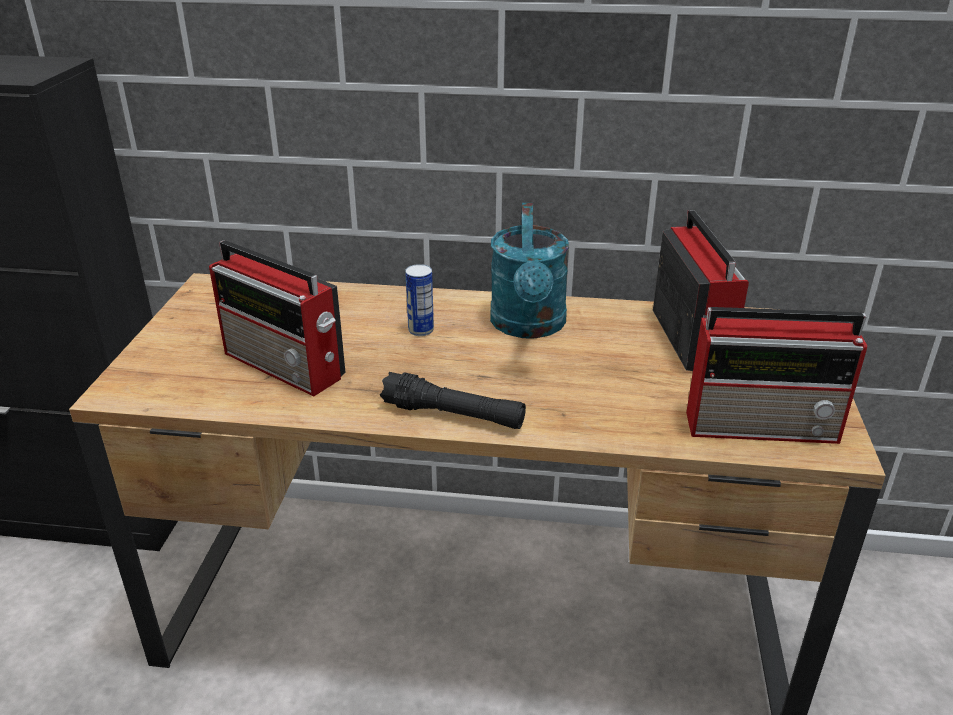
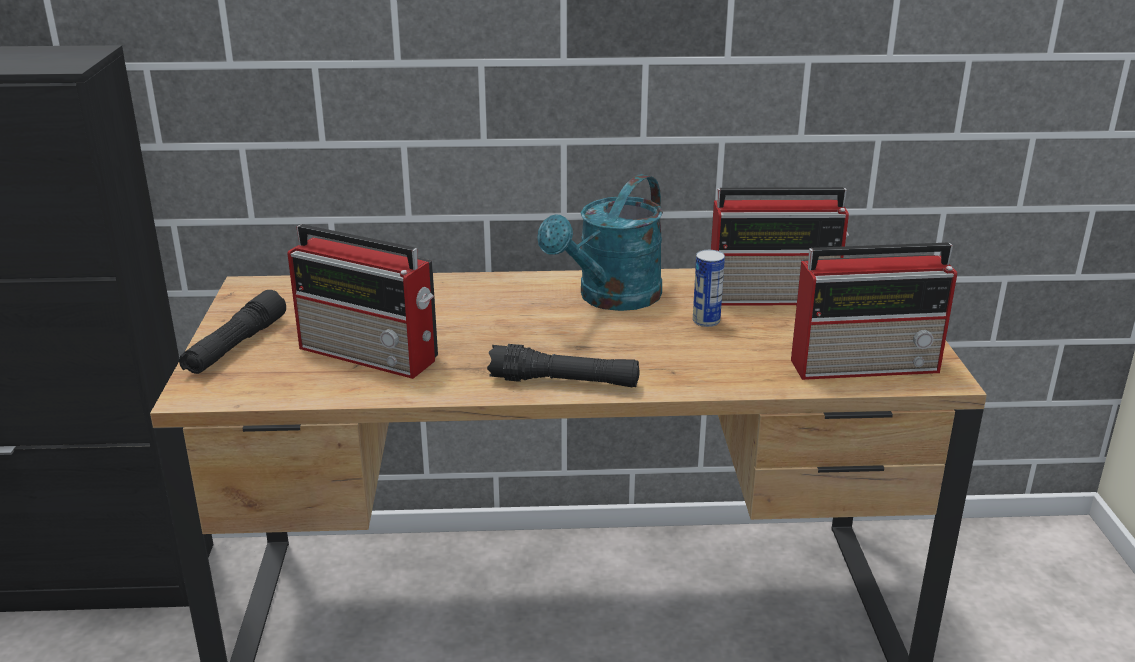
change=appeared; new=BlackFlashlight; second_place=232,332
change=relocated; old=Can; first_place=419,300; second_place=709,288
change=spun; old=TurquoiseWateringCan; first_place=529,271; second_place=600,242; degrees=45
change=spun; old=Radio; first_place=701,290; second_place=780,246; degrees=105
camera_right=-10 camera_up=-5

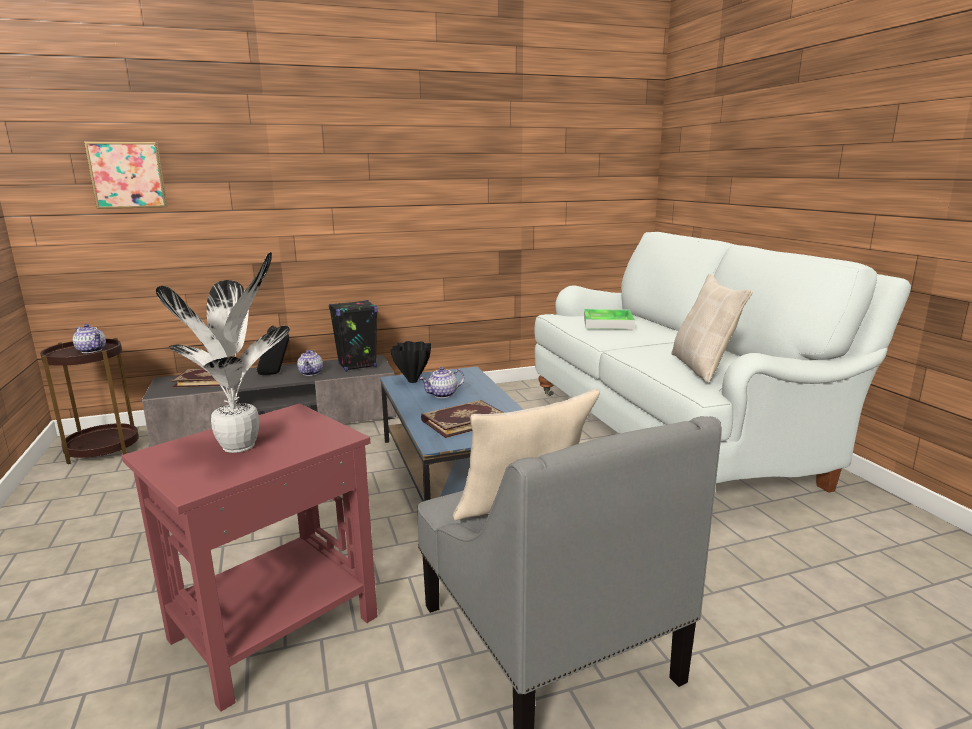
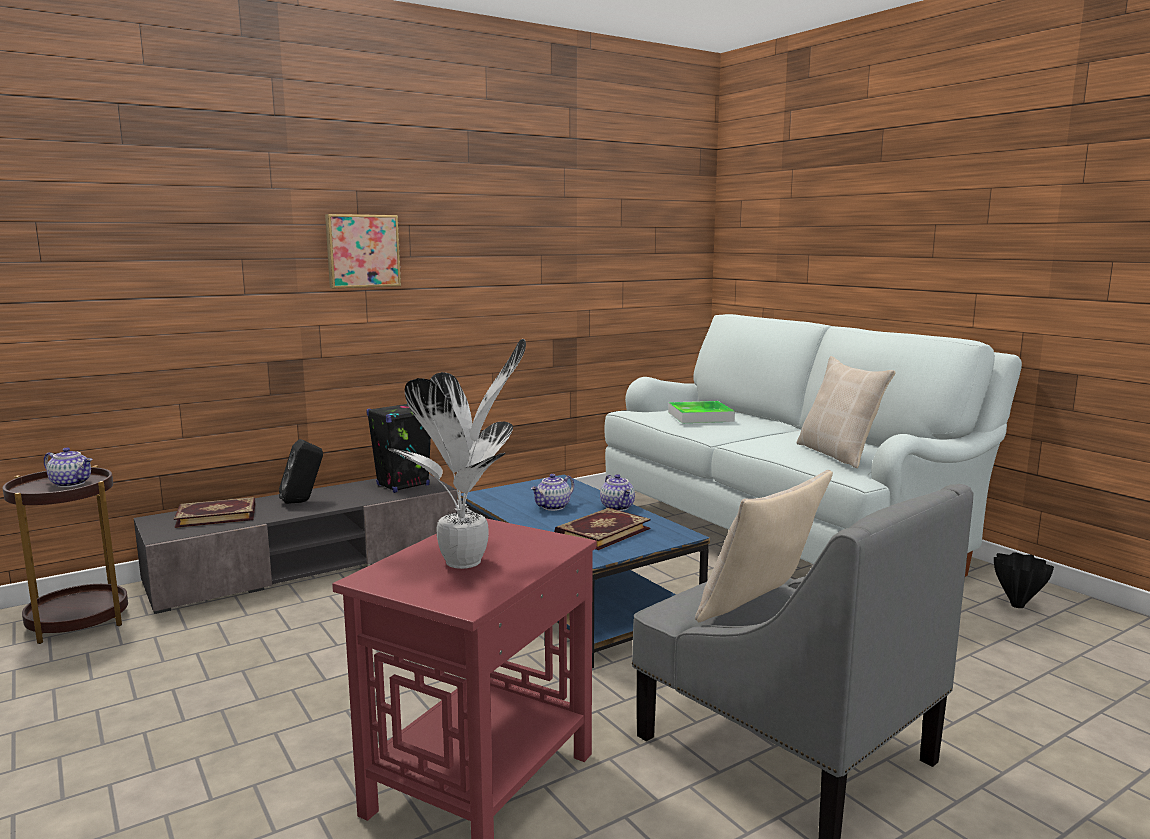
change=relocated; old=Picture; first_place=126,175; second_place=363,251
change=relocated; old=Teapot; first_place=310,363; second_place=617,492
change=relocated; old=BlackVase; first_place=411,362; second_place=1024,580
camera_right=-15 camera_up=-5

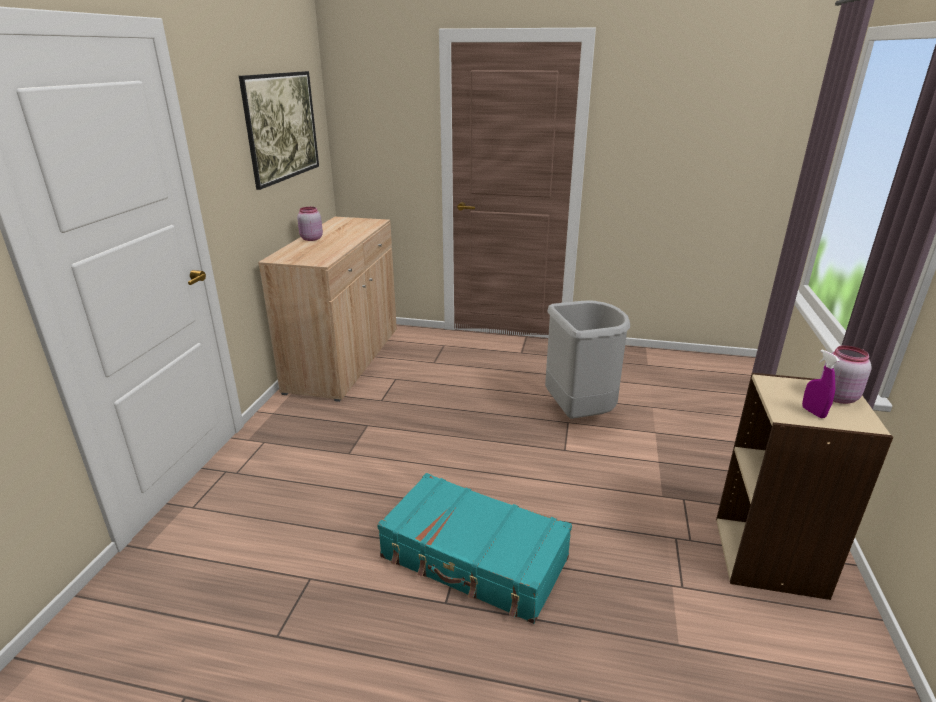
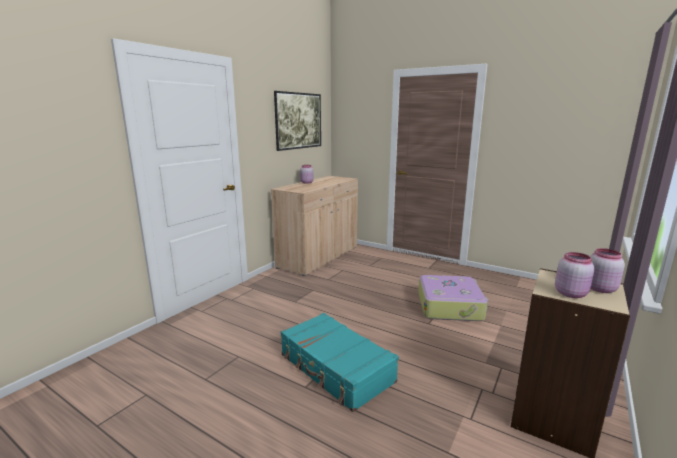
change=exchanged; old=GreyTrashCan; new=Suitcase; first_place=587,360; second_place=453,298
change=exchanged; old=PurpleSprayBottle; new=PinkJar; first_place=821,384; second_place=574,275
camera_right=20 camera_up=-10

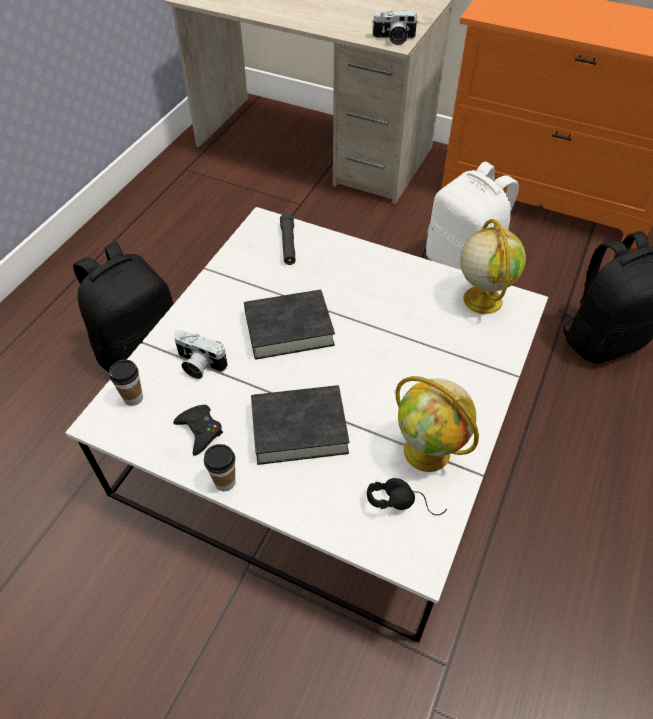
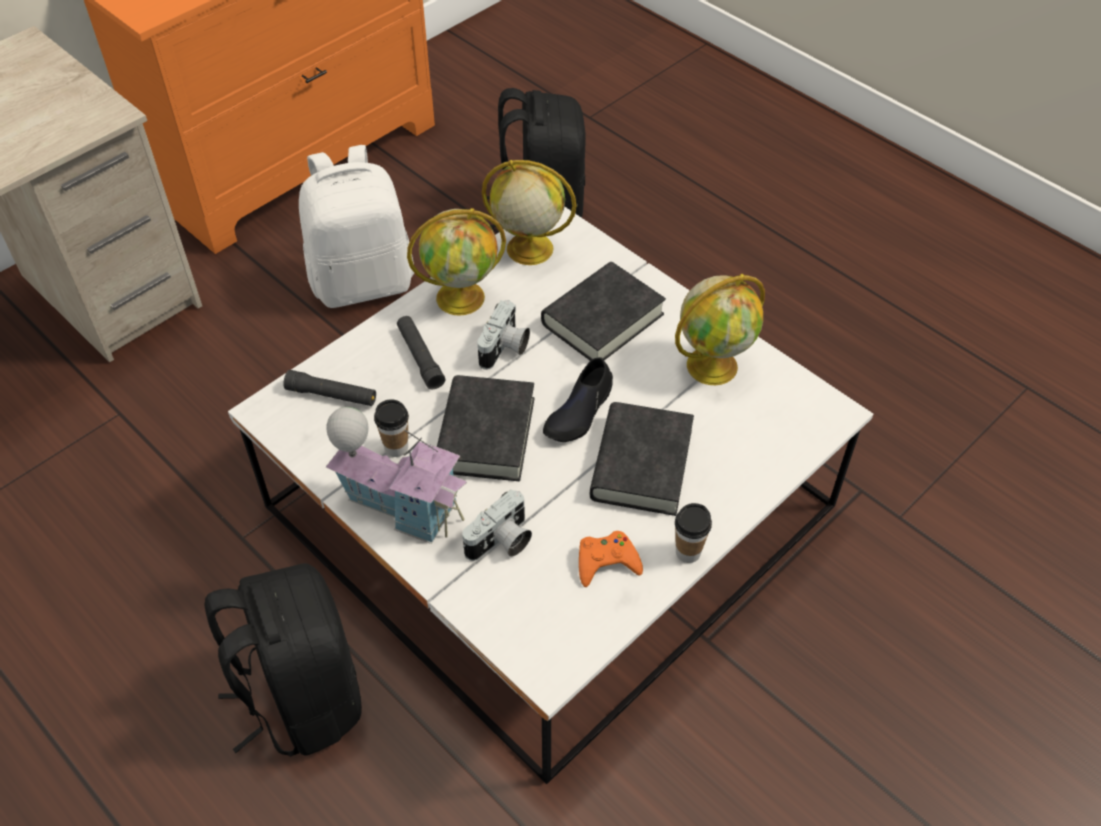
change=missing; old=BlackHeadphones; first_place=407,496
change=appeared; new=ToyHouse; second_place=396,475
change=appeared; new=BlackFlashlight; second_place=421,352
change=appeared; new=Globe; second_place=456,262
change=appeared; new=BlackBook; second_place=603,311
change=appeared; new=BlackShoe; second_place=578,399
change=relocated; old=Cup; first_place=126,383; second_place=391,428
change=relocated; old=PhotoCamera; first_place=395,27; second_place=503,335
change=colour; old=BlackGameController; new=OrangeGameController; first_place=198,430; second_place=611,559
camera_right=-70 camera_up=0

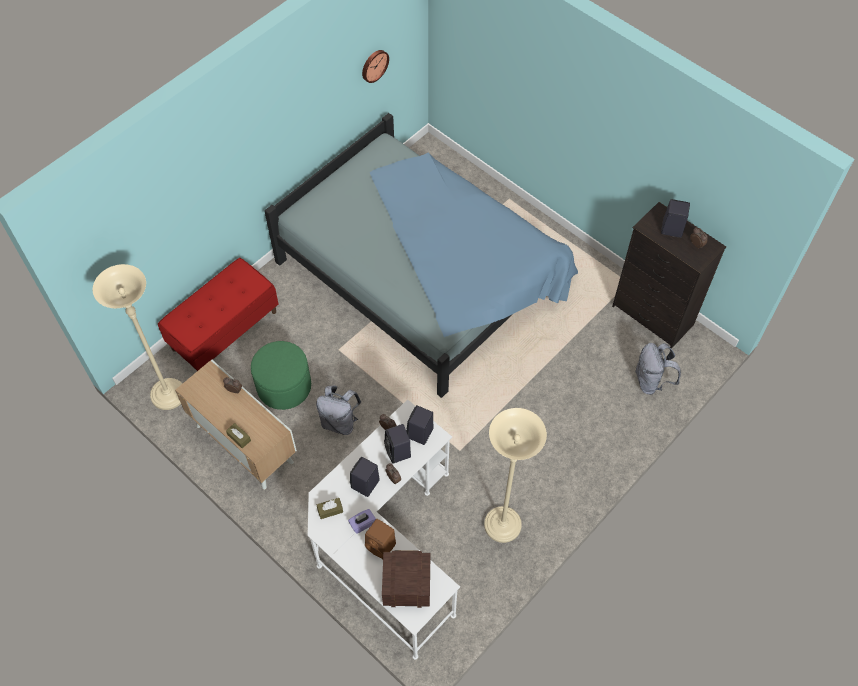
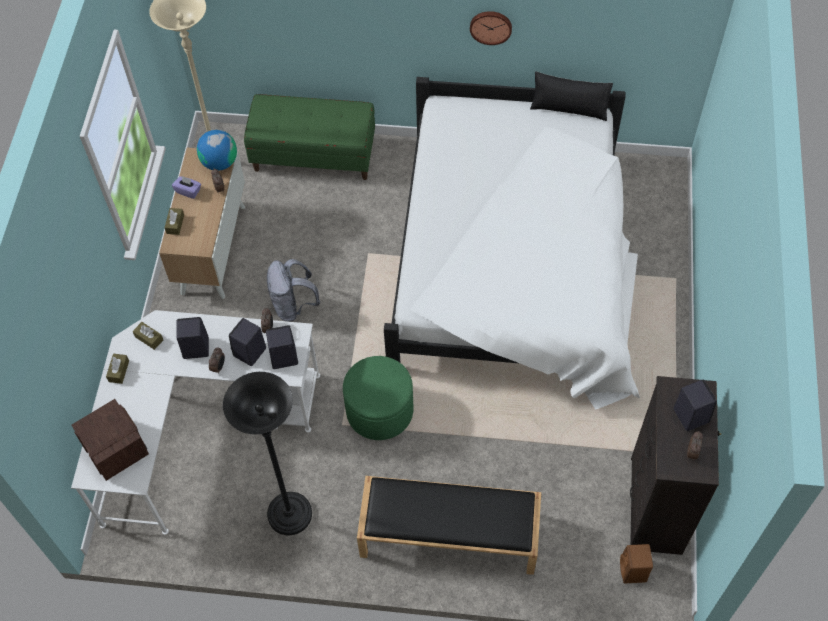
change=missing; old=GreyBackpack; first_place=658,369
change=appeared; new=BrownTissueBox; second_place=117,369
change=appeared; new=Globe; second_place=217,150
change=appeared; new=BlackBench; second_place=449,525
change=appeared; new=BlackPillow; second_place=571,96
change=relocated; old=GreenOttoman; first_place=281,375; second_place=378,398
change=relocated; old=PurpleTissueBox; first_place=362,521; second_place=186,187
change=relocated; old=WallClock; first_place=375,66; second_place=491,28
change=relocated; old=BrownSpeaker; first_place=380,539; second_place=636,563
change=colour; old=RedBench; new=GreenBench; first_place=218,314; second_place=309,137
change=colour; old=BlueBed; new=WhiteBed; first_place=421,255; second_place=512,243
change=colour; old=BeigeFloorLamp; new=BlackFloorLamp; first_place=515,475; second_place=267,453
camera_right=55 camera_up=0

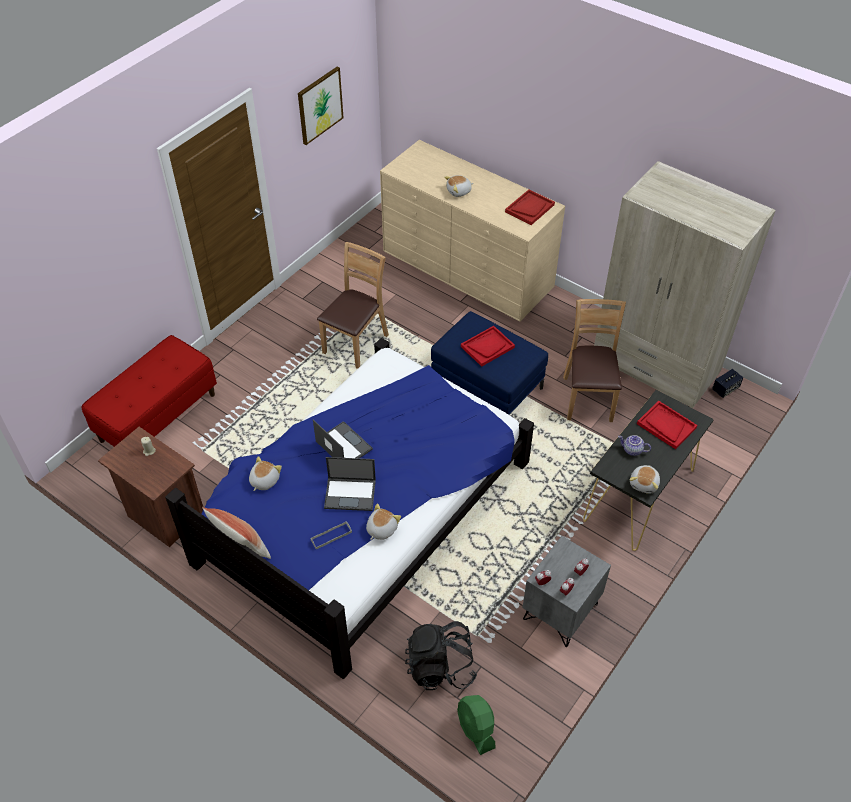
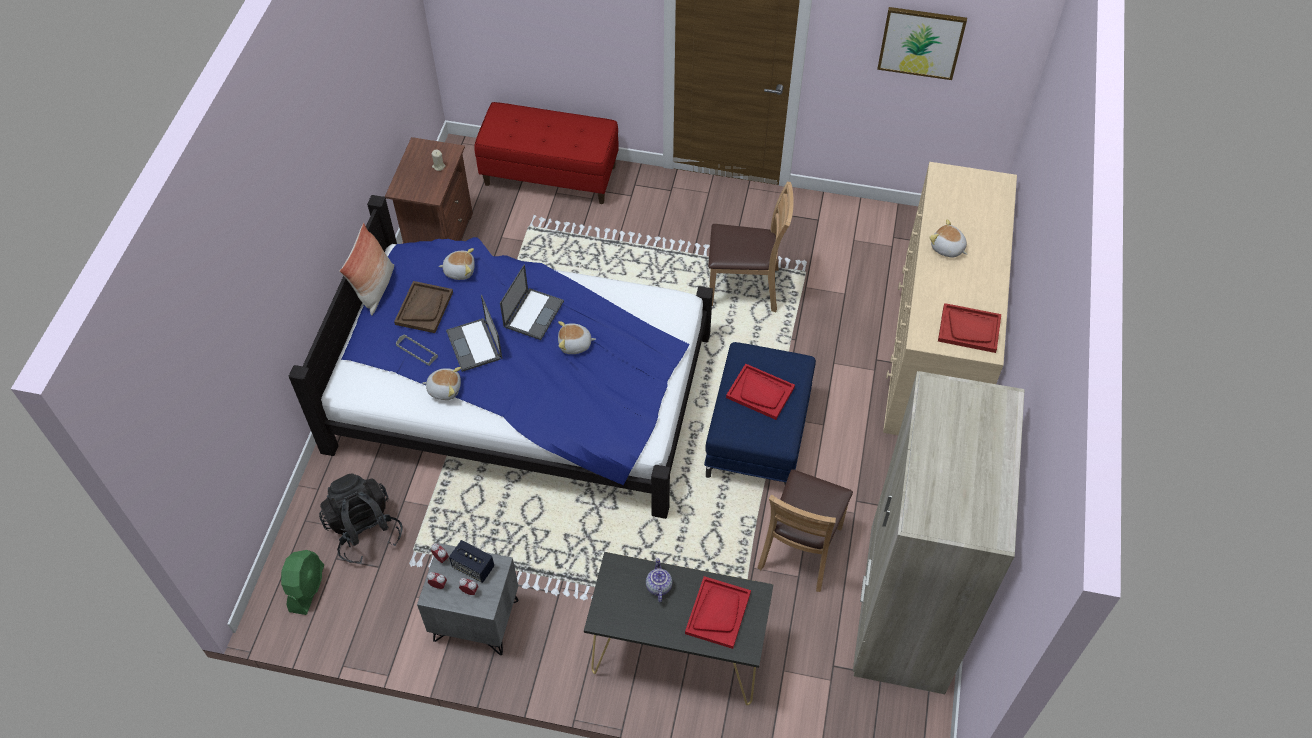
change=appeared; new=BrownTray; second_place=423,307
change=relocated; old=PlushToy; first_place=644,479; second_place=577,337
change=relocated; old=Speaker; first_place=727,383; second_place=471,561
change=spun; old=GreenFan; first_place=476,725; second_place=302,582; degrees=150
change=spun; old=BrownChair; first_place=594,360; second_place=805,530; degrees=135
camera_right=65 camera_up=5

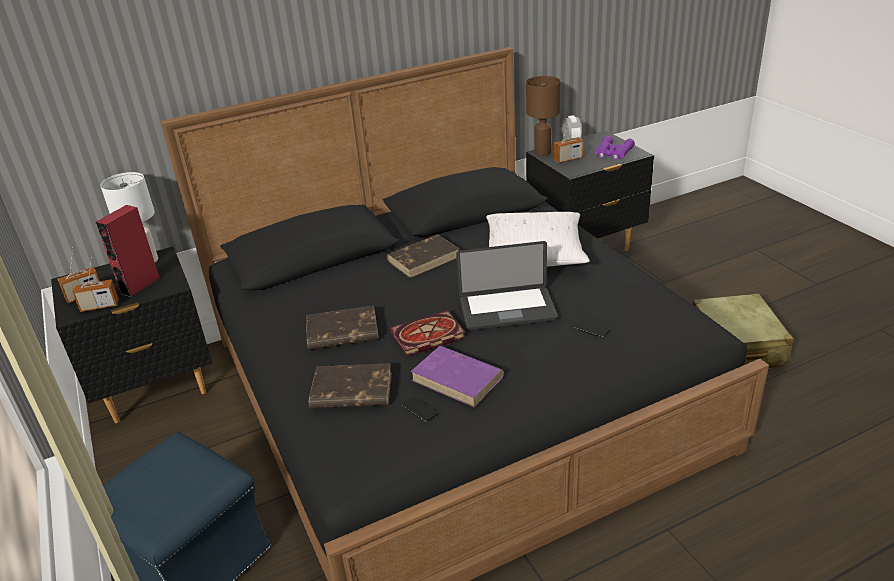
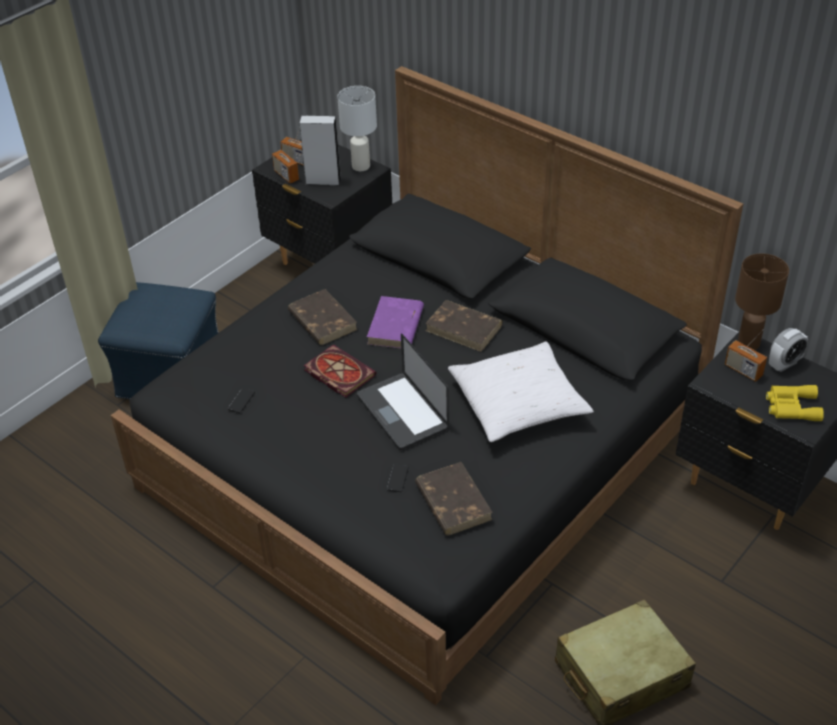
change=relocated; old=BrownBook; first_place=350,385; second_place=454,499
change=relocated; old=PurpleBook; first_place=457,376; second_place=395,322
change=colour; old=RedSpeaker; new=GreySpeaker; first_place=128,251; second_place=320,151
change=colour; old=PurpleBinoculars; new=YellowBinoculars; first_place=615,148; second_place=795,403
camera_right=65 camera_up=10

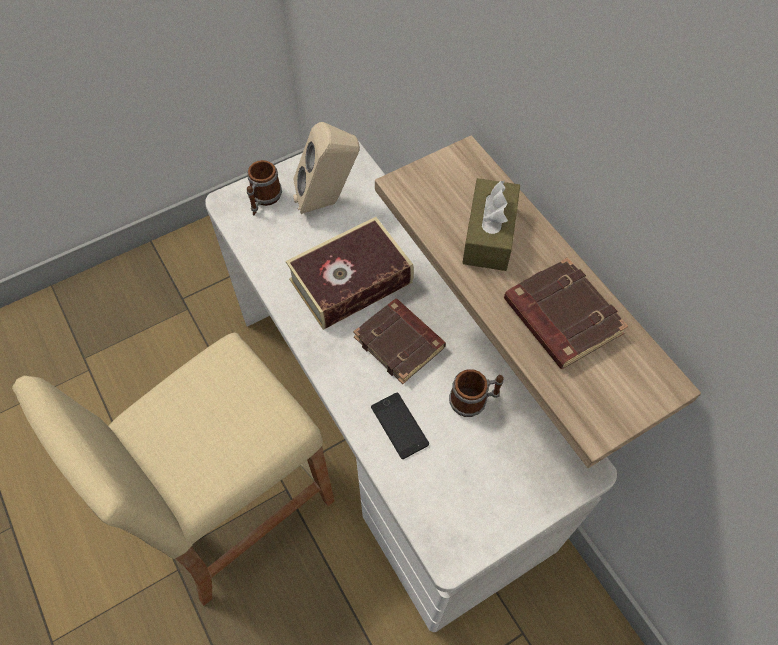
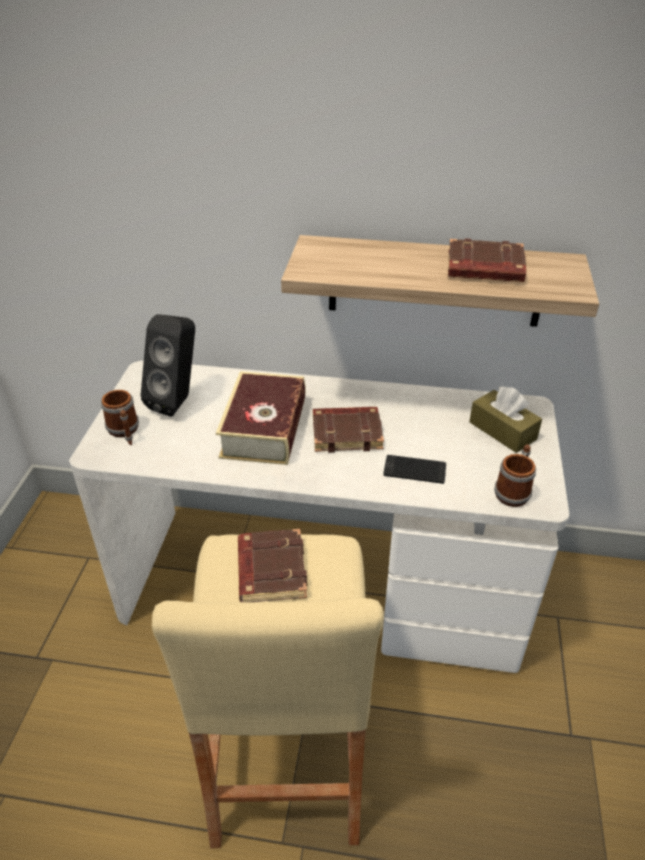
change=appeared; new=BrownBook; second_place=272,565
change=relocated; old=Mug; first_place=476,393; second_place=515,476
change=relocated; old=BrownTissueBox; first_place=491,224; second_place=505,420
change=colour; old=BeigeSpeaker; new=BlackSpeaker; first_place=326,168; second_place=168,365
camera_right=-50 camera_up=-20

